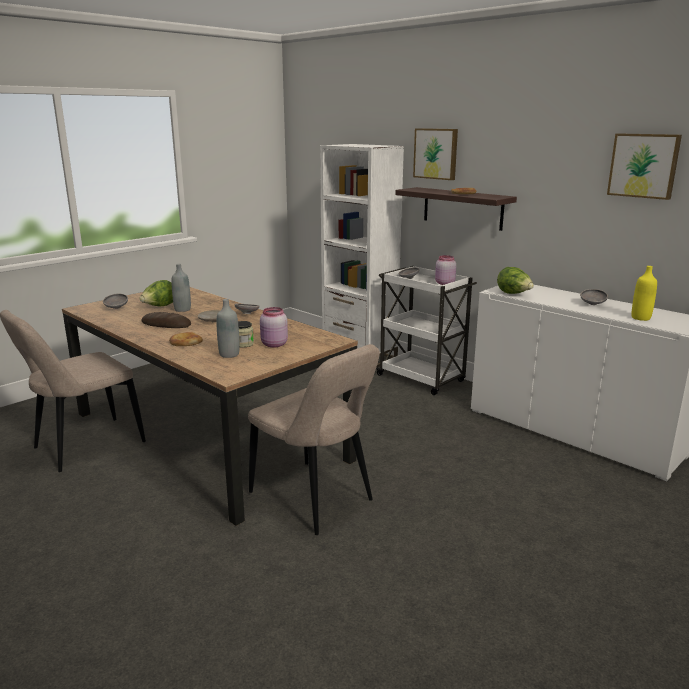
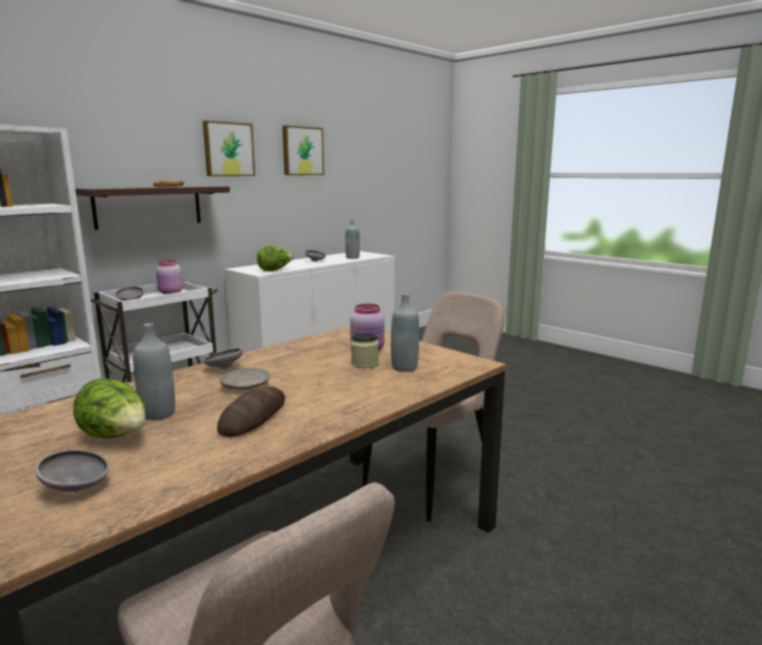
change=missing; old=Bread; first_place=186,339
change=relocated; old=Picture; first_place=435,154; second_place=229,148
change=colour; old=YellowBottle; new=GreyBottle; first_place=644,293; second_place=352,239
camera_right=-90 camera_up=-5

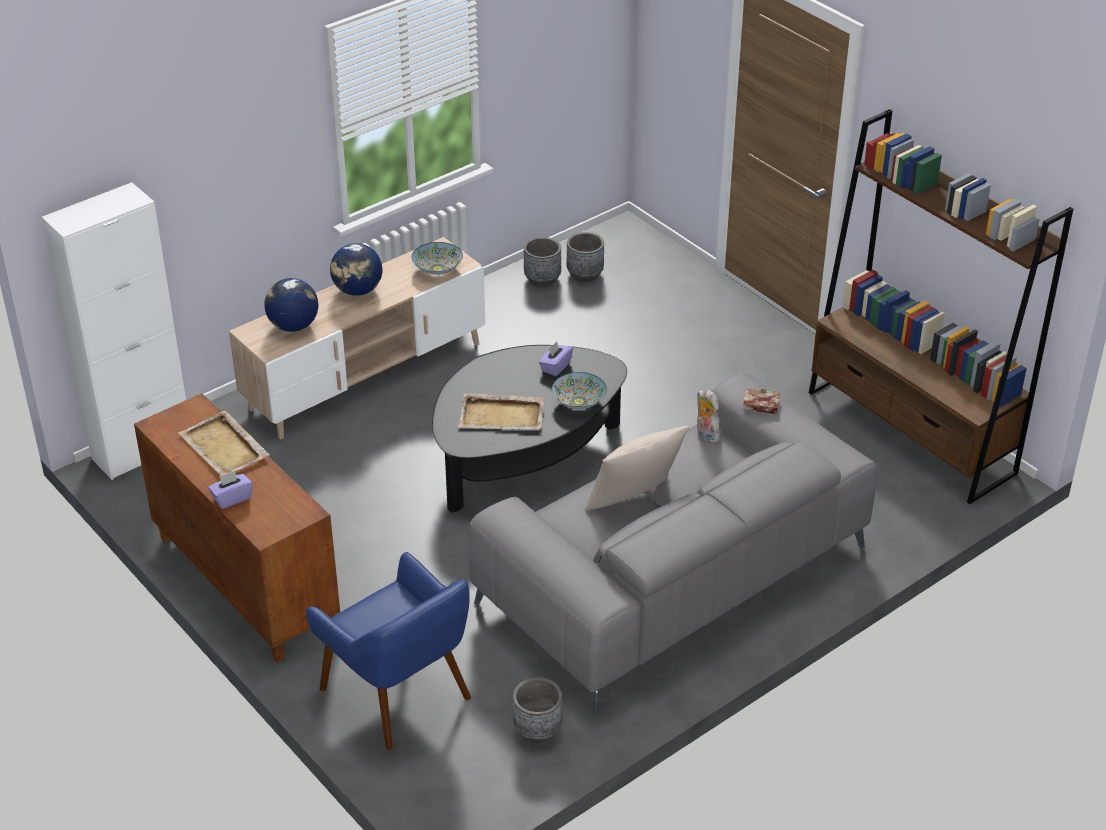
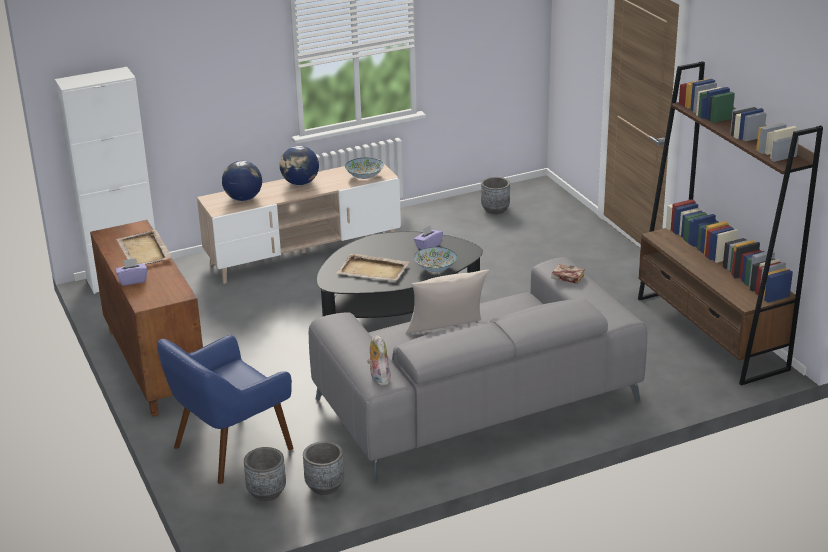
change=relocated; old=GreyPlanter; first_place=542,262; second_place=265,474
change=relocated; old=PlushToy; first_place=709,415; second_place=379,359
change=spun; old=BlueArmchair; first_place=388,651; second_place=225,409; degrees=75
camera_right=15 camera_up=-10

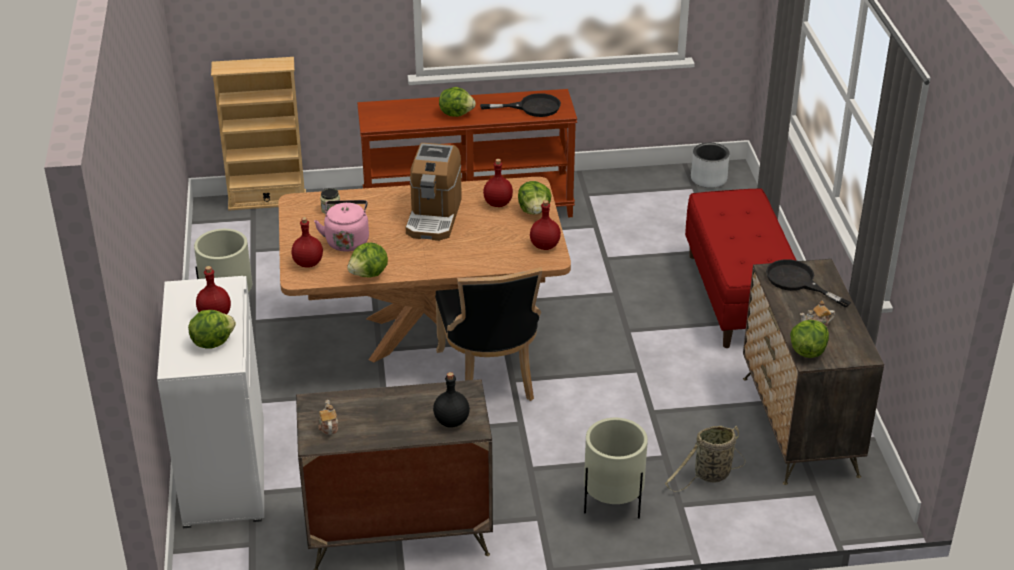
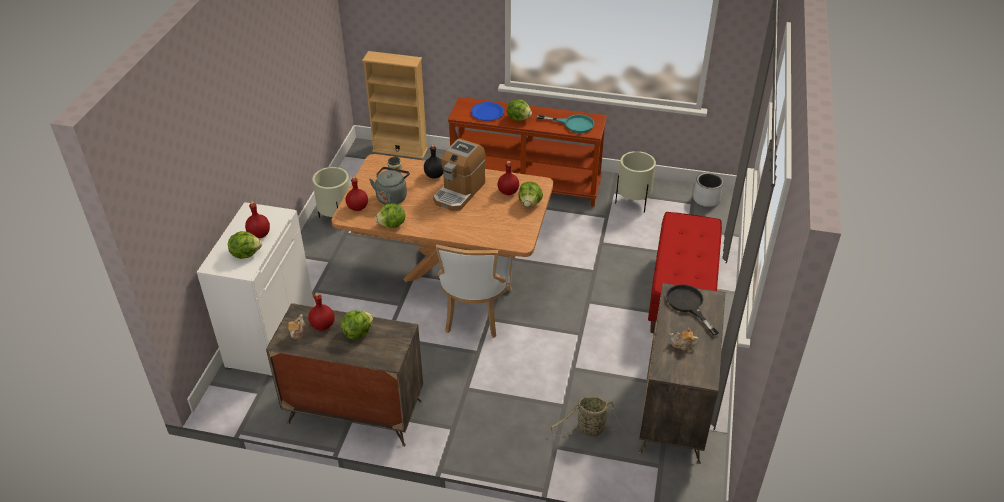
change=appeared; new=BluePlate; second_place=487,111
change=relocated; old=BlackBottle; first_place=451,400; second_place=433,161
change=relocated; old=RedBottle; first_place=545,225; second_place=321,312
change=relocated; old=BeigePlanter; first_place=616,468; second_place=635,182
change=relocated; old=Lettuce; first_place=809,339; second_place=356,324
change=colour; old=PinkKettle; new=GreyKettle; first_place=341,226; second_place=389,186
change=colour; old=BlackChair; new=WhiteChair; first_place=488,334; second_place=474,291
change=colour; old=BlackFryingPan; new=TurquoiseFryingPan; first_place=520,105; second_place=565,123
camera_right=20 camera_up=5

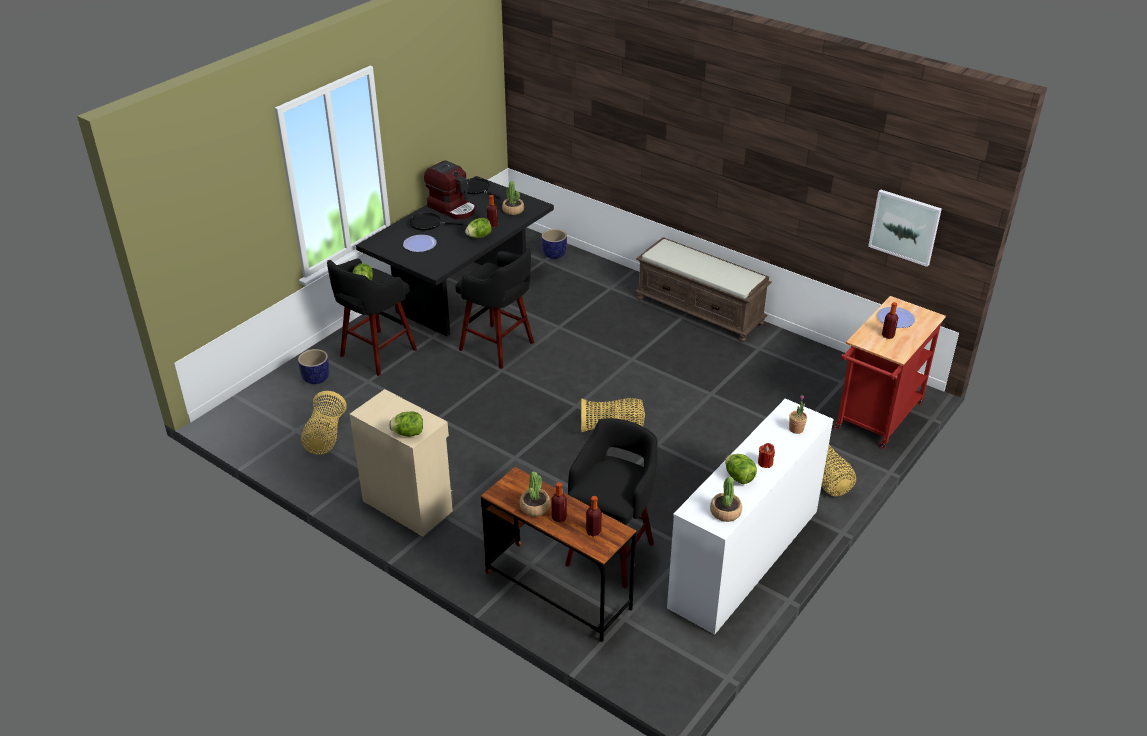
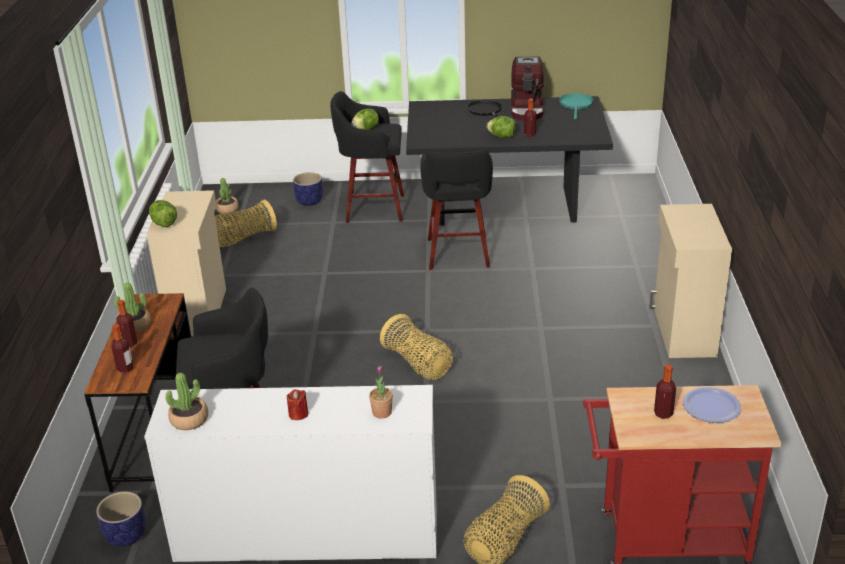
change=missing; old=Plate; first_place=420,243
change=missing; old=Lettuce; first_place=741,469
change=missing; old=Picture; first_place=905,228
change=relocated; old=PottedPlant; first_place=513,198; second_place=227,195
change=relocated; old=Planter; first_place=554,244; second_place=121,519
change=exchanged; old=BrownBench; new=BeigeCabinet; first_place=703,289; second_place=690,281
change=colour; old=BlackFryingPan; new=TurquoiseFryingPan; first_place=483,189; second_place=576,106
camera_right=55 camera_up=-5

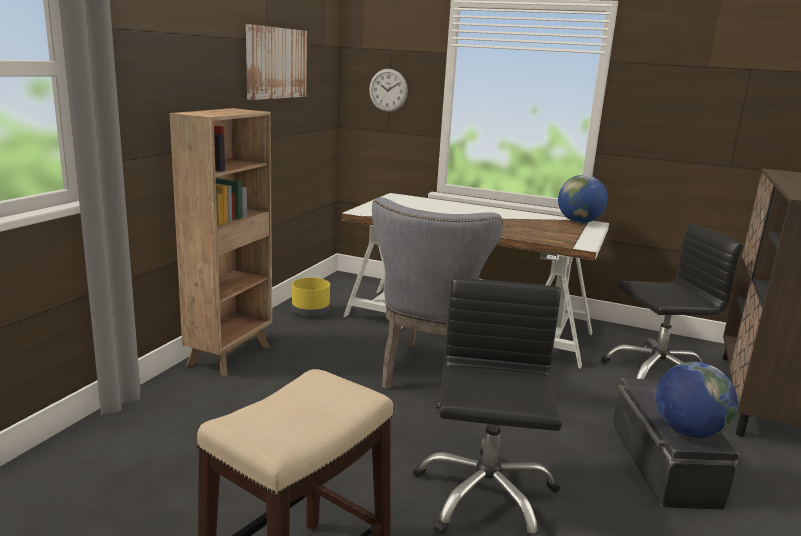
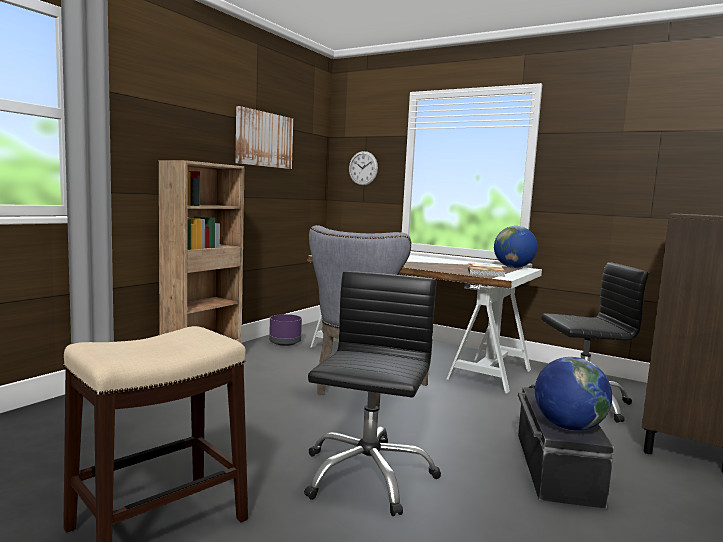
change=appeared; new=Book; second_place=486,270
change=colour; old=YellowPlanter; new=PurplePlanter; first_place=311,297; second_place=285,330
camera_right=10 camera_up=-10

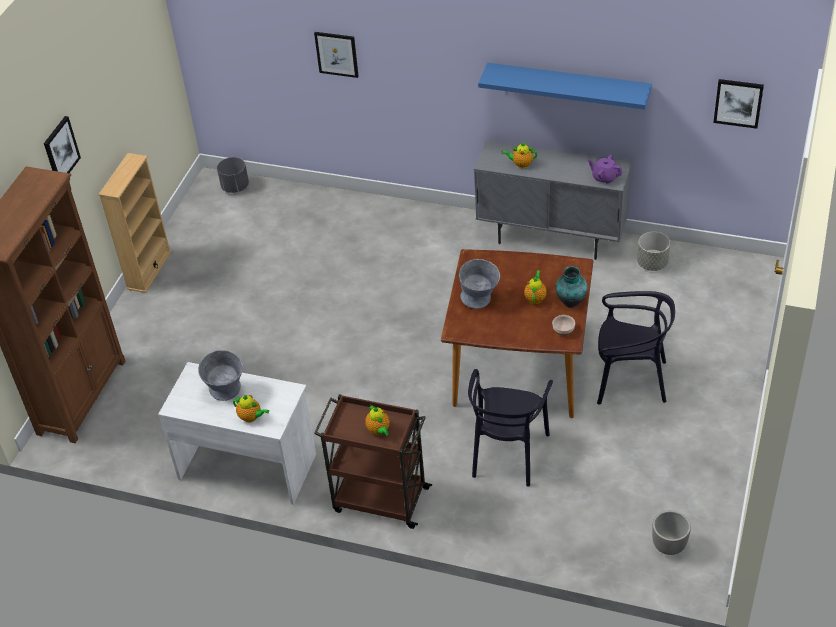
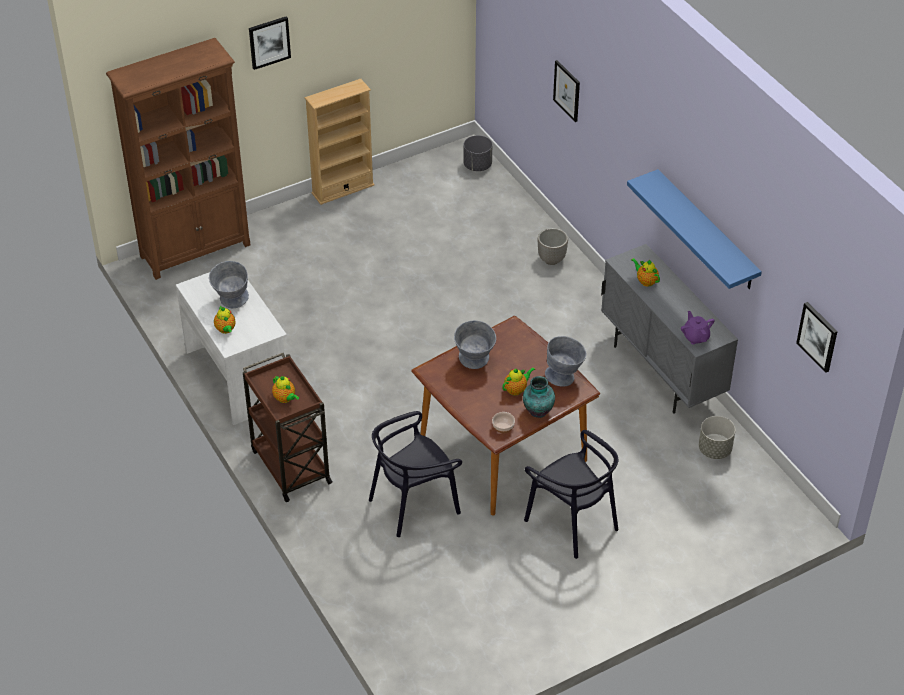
change=appeared; new=GreyBowl; second_place=565,361
change=relocated; old=Planter; first_place=671,532; second_place=553,246
change=spun; old=Teapot; first_place=377,420; second_place=285,389; degrees=-60
camera_right=40 camera_up=0

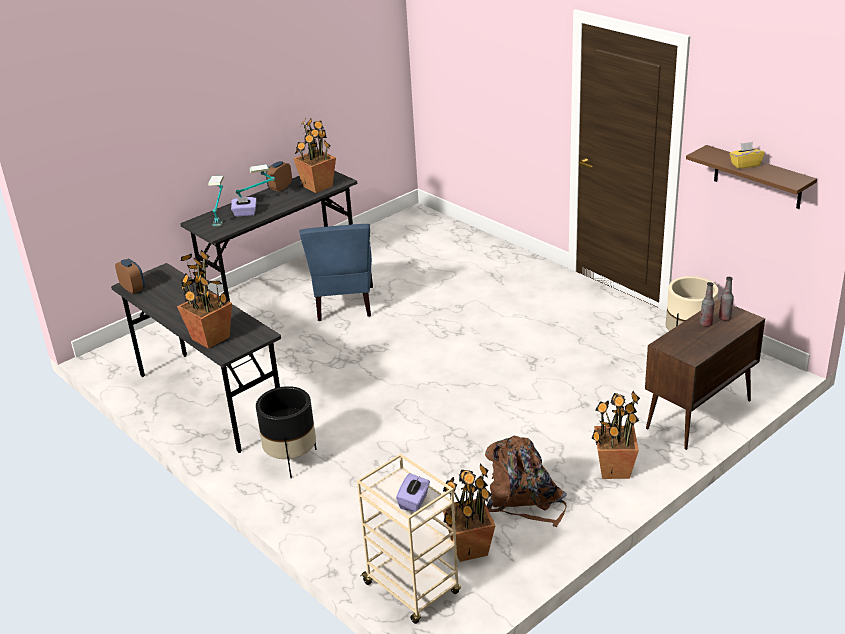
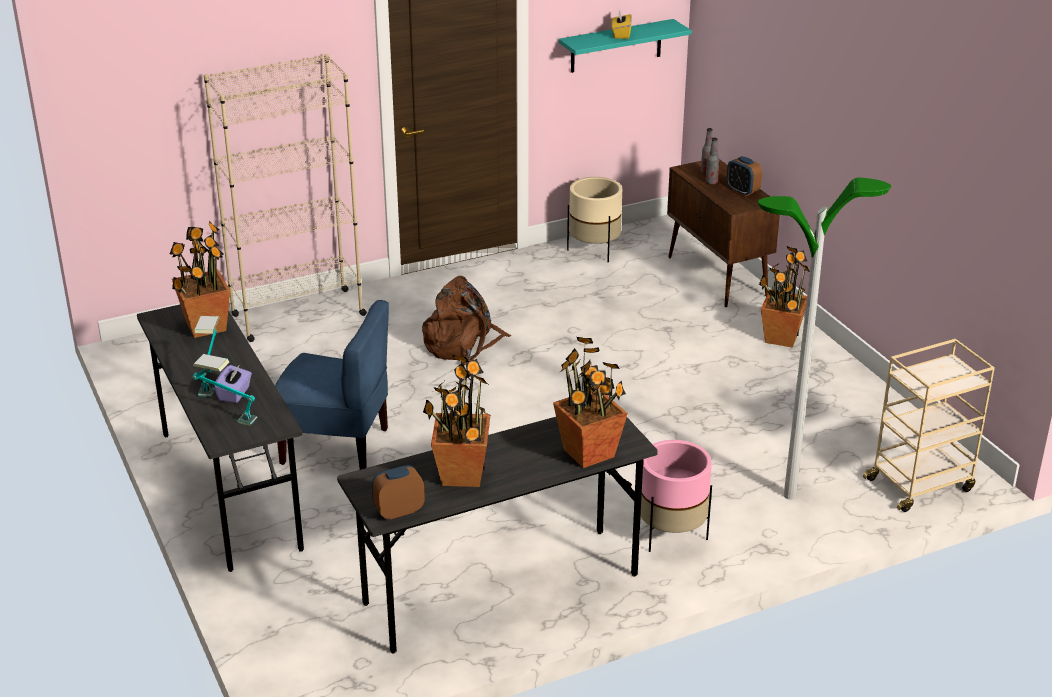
change=missing; old=PurpleTissueBox; first_place=413,492
change=appeared; new=BeigeBookcase; second_place=285,198
change=appeared; new=FloorLamp; second_place=824,339
change=relocated; old=AlarmClock; first_place=279,176; second_place=744,176
change=relocated; old=PottedPlant; first_place=469,512; second_place=457,421
change=relocated; old=BrownBackpack; first_place=526,481; second_place=466,321
change=colour; old=BlackPlanter; new=PinkPlanter; first_place=286,432; second_place=676,496
change=colour; old=BrownShelf; new=TurquoiseShelf; first_place=751,177; second_place=625,46
camera_right=-75 camera_up=0

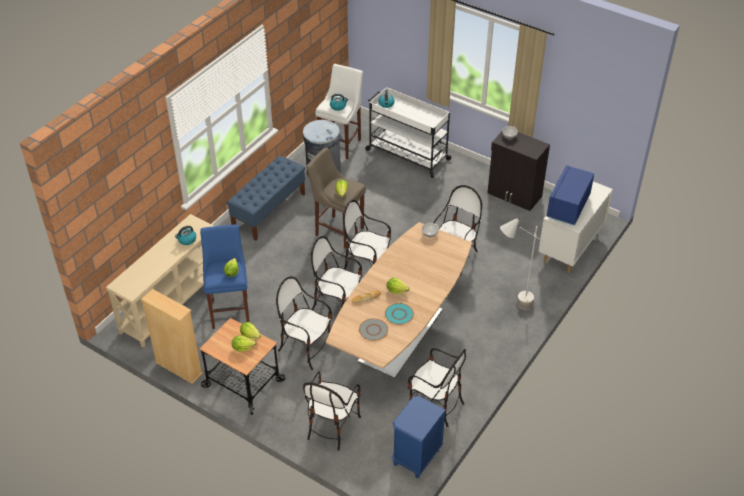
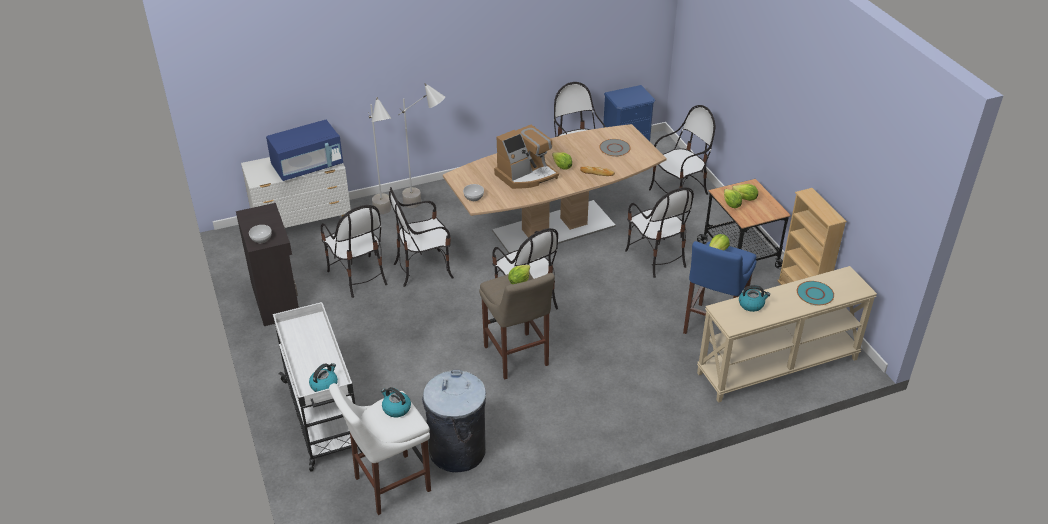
change=missing; old=BlueBench; first_place=266,198
change=appeared; new=GreyFloorLamp; second_place=380,155
change=appeared; new=CoffeeMachine; second_place=526,157
change=relocated; old=Chair; first_place=336,273; second_place=354,251
change=relocated; old=TurquoisePlate; first_place=399,314; second_place=815,293
camera_right=-145 camera_up=-5

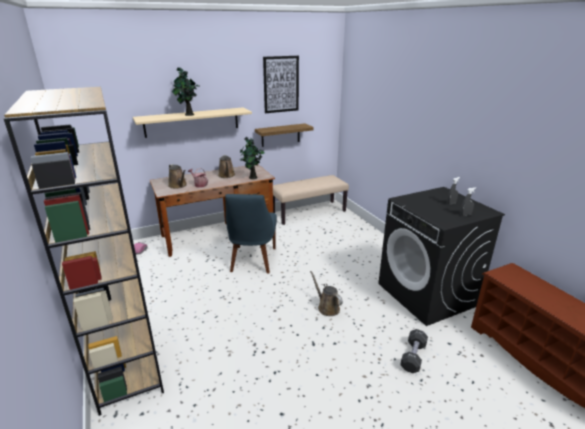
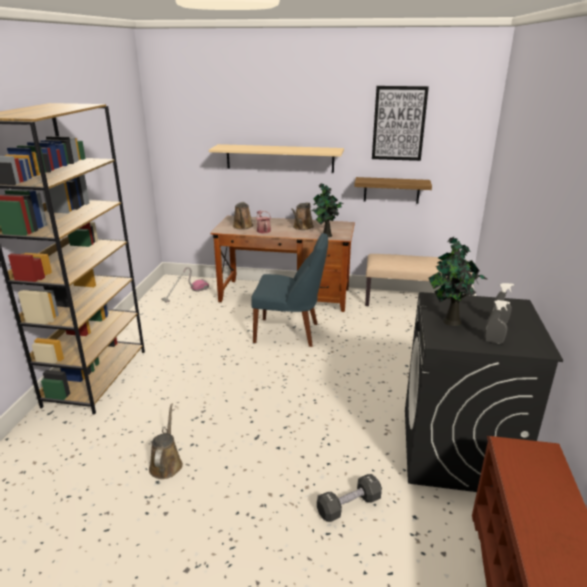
change=relocated; old=PottedPlant; first_place=185,91; second_place=457,281
change=relocated; old=BrownWateringCan; first_place=326,293; second_place=166,441
change=spun; old=BlueChair; first_place=251,233; second_place=289,290; degrees=-120
camera_right=35 camera_up=0

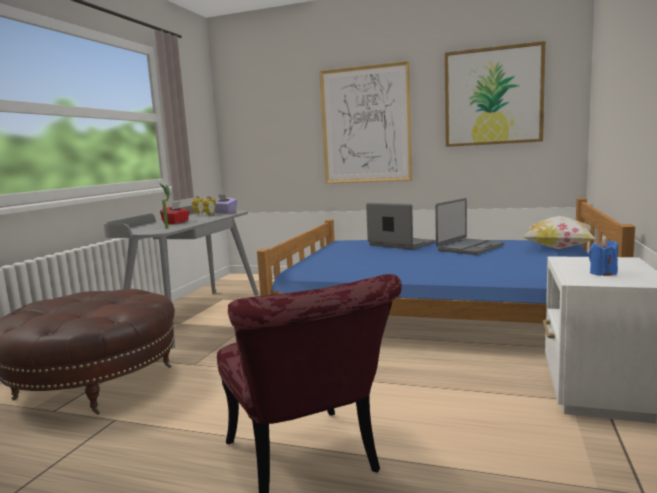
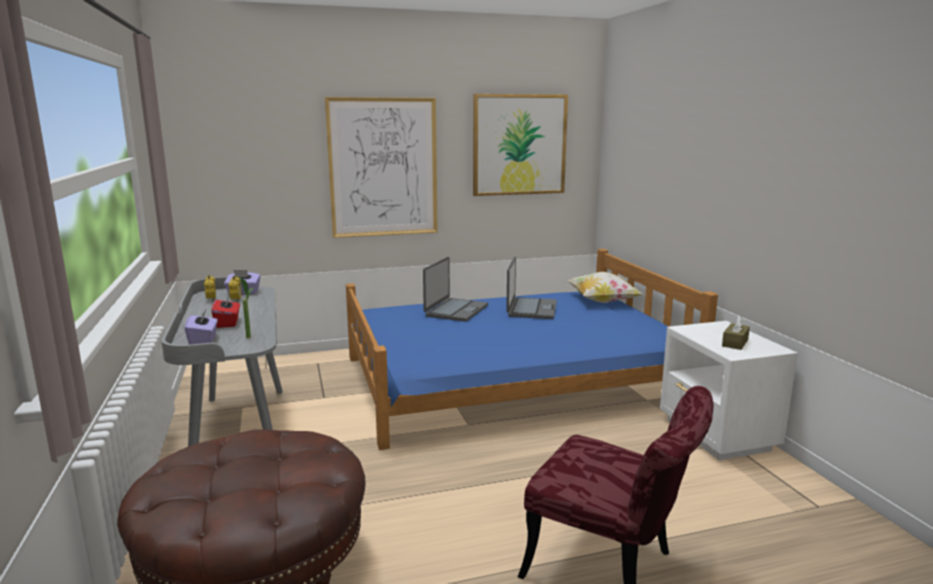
change=appeared; new=PurpleTissueBox; second_place=201,326
change=exchanged; old=BlueCandle; new=BrownTissueBox; first_place=603,257; second_place=736,333
change=spun; old=Laptop; first_place=400,226; second_place=455,289; degrees=105
camera_right=-35 camera_up=5

